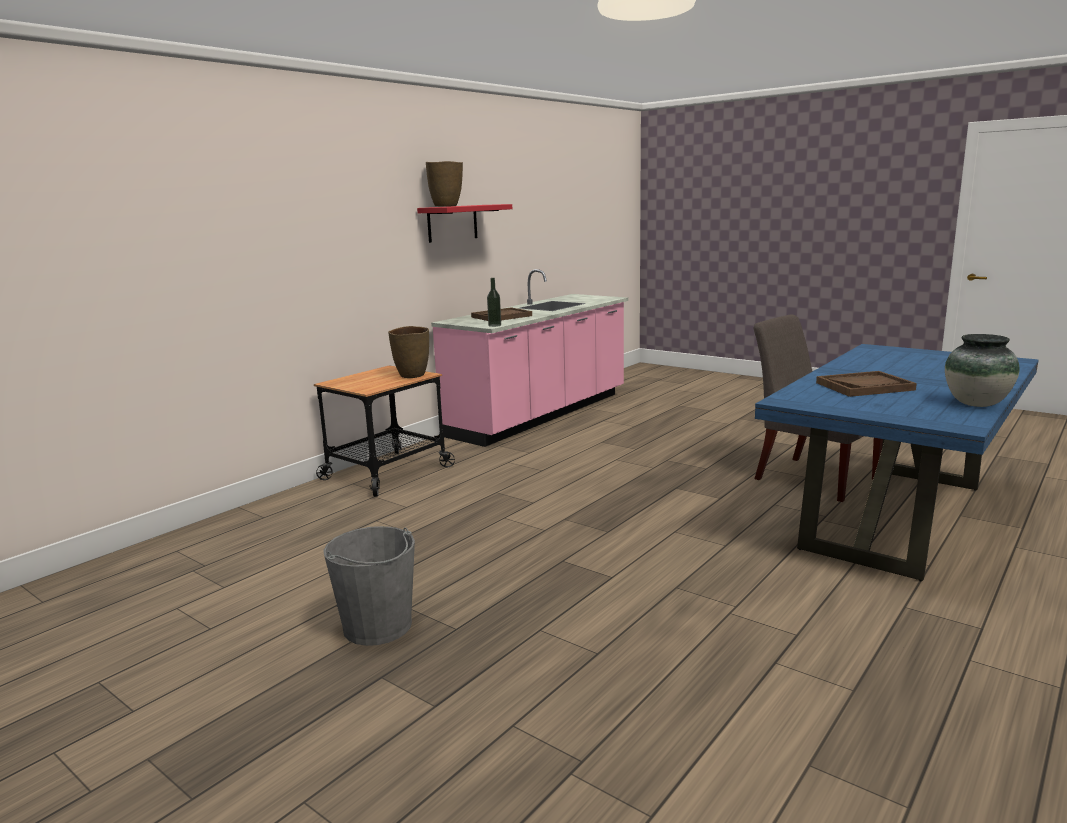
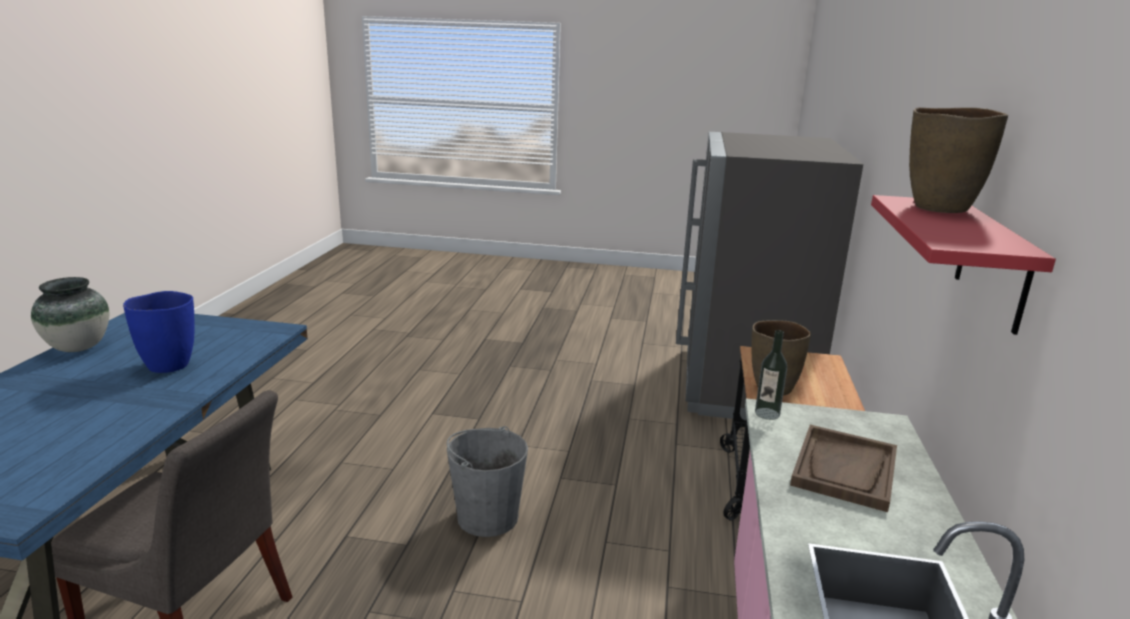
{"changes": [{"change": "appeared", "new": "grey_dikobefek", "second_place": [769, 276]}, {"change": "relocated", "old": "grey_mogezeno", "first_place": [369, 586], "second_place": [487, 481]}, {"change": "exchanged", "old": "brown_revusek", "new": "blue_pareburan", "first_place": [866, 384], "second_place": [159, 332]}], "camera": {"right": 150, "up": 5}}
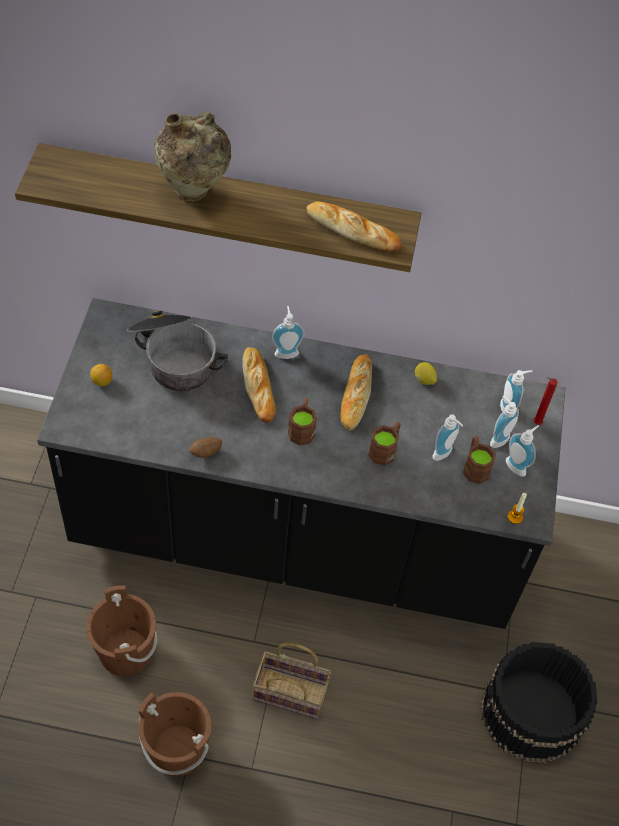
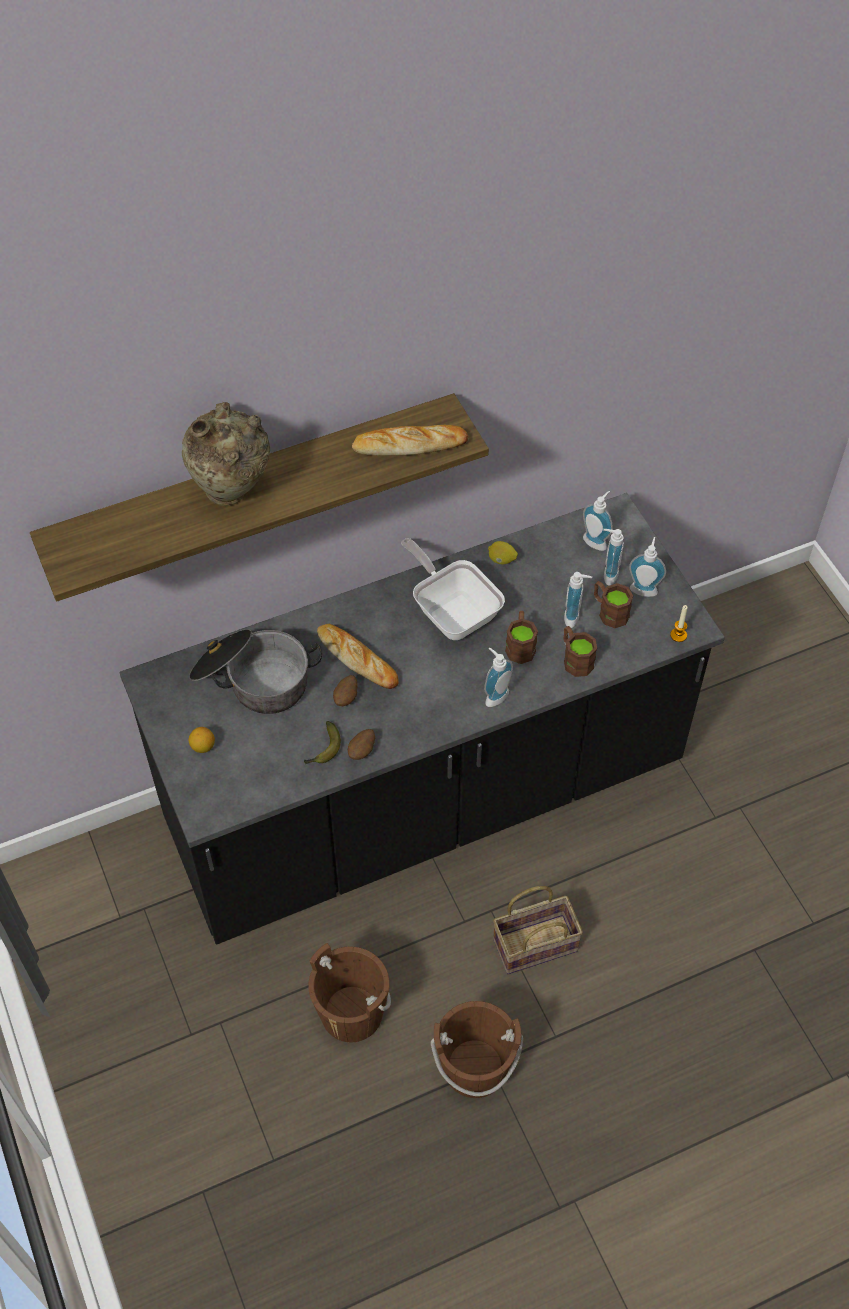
{"changes": [{"change": "missing", "old": "black_mogezeno", "first_place": [539, 702]}, {"change": "missing", "old": "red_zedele", "first_place": [545, 401]}, {"change": "appeared", "new": "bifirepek", "second_place": [322, 742]}, {"change": "appeared", "new": "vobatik", "second_place": [345, 690]}, {"change": "relocated", "old": "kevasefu", "first_place": [288, 332], "second_place": [498, 677]}, {"change": "relocated", "old": "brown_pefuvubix", "first_place": [302, 421], "second_place": [580, 651]}, {"change": "exchanged", "old": "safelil", "new": "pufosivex", "first_place": [356, 392], "second_place": [453, 589]}], "camera": {"right": -30, "up": 0}}
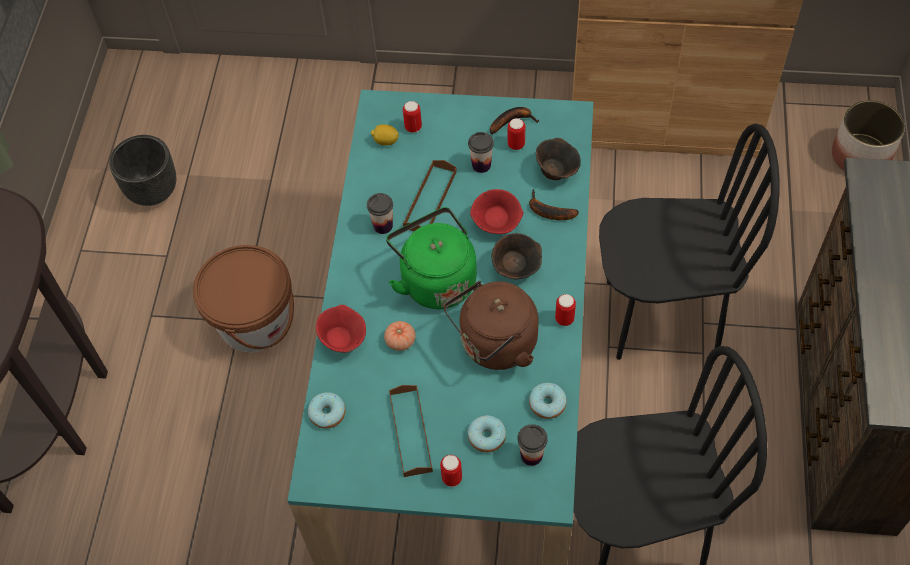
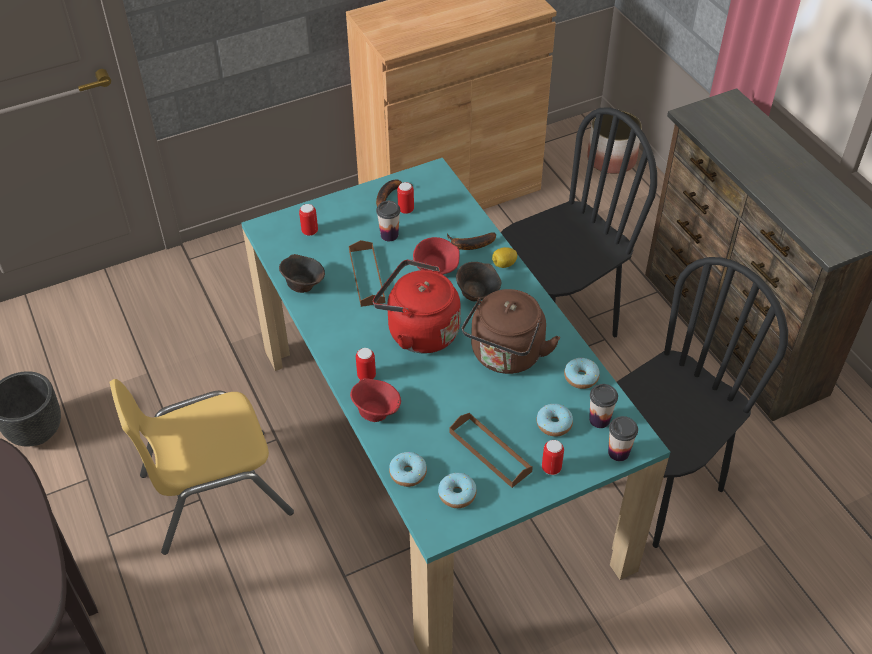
{"changes": [{"change": "missing", "old": "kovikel", "first_place": [400, 336]}, {"change": "appeared", "new": "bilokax", "second_place": [457, 490]}, {"change": "relocated", "old": "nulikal", "first_place": [380, 213], "second_place": [623, 438]}, {"change": "relocated", "old": "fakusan", "first_place": [385, 135], "second_place": [504, 257]}, {"change": "relocated", "old": "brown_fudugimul", "first_place": [558, 159], "second_place": [302, 273]}, {"change": "relocated", "old": "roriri", "first_place": [565, 310], "second_place": [366, 364]}, {"change": "exchanged", "old": "brown_mogezeno", "new": "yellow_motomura", "first_place": [243, 298], "second_place": [202, 467]}, {"change": "colour", "old": "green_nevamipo", "new": "red_nevamipo", "first_place": [431, 258], "second_place": [417, 306]}], "camera": {"right": -35, "up": -10}}
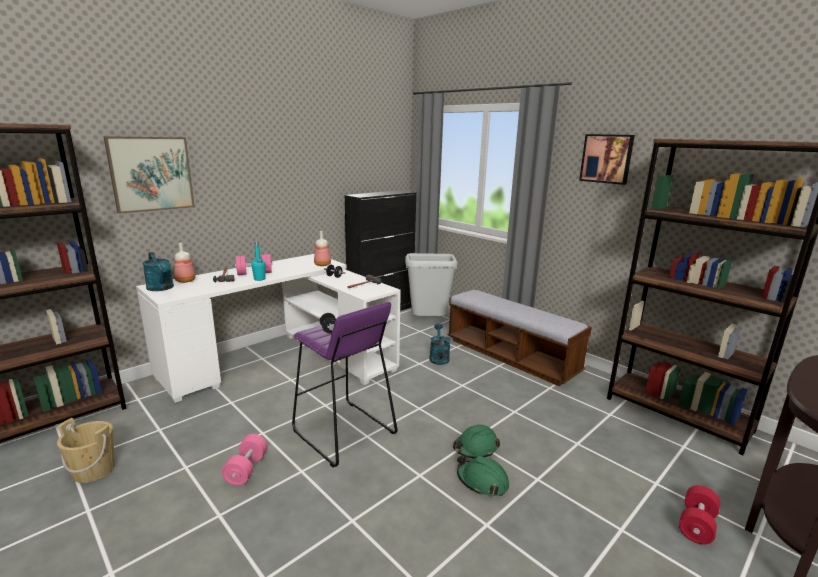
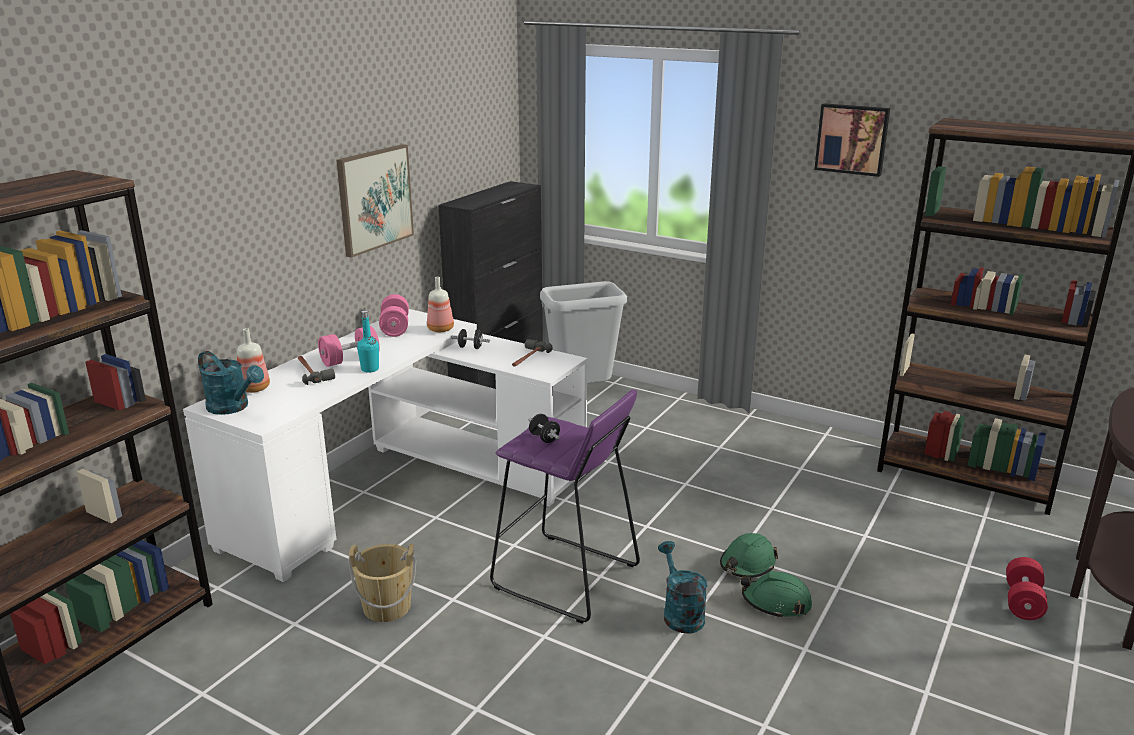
{"changes": [{"change": "missing", "old": "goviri", "first_place": [520, 338]}, {"change": "relocated", "old": "beige_mogezeno", "first_place": [86, 450], "second_place": [382, 583]}, {"change": "relocated", "old": "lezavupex", "first_place": [149, 175], "second_place": [375, 201]}, {"change": "relocated", "old": "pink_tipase", "first_place": [244, 460], "second_place": [394, 315]}, {"change": "relocated", "old": "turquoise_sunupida", "first_place": [439, 344], "second_place": [682, 587]}], "camera": {"right": -15, "up": 5}}
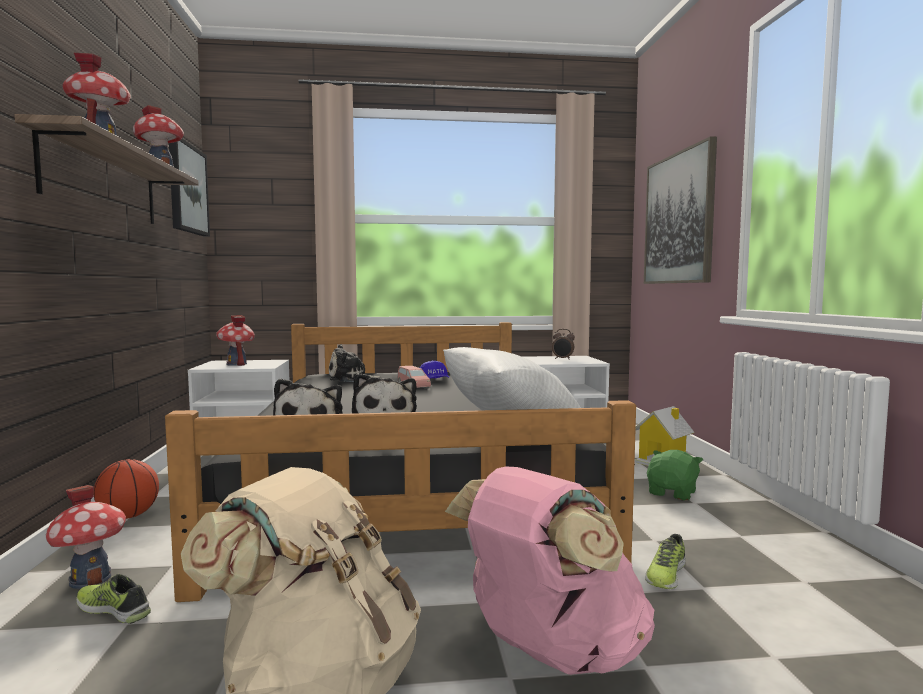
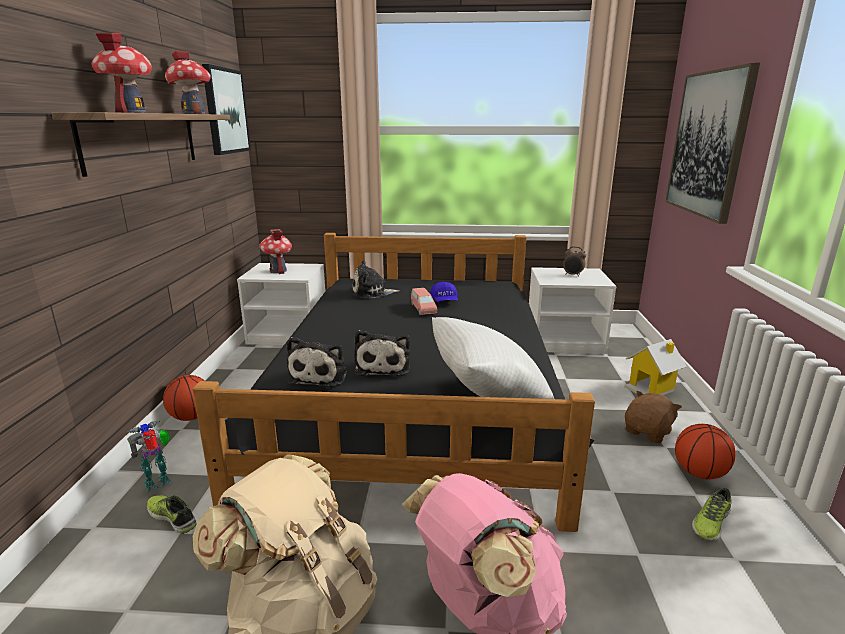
{"changes": [{"change": "appeared", "new": "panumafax", "second_place": [705, 451]}, {"change": "relocated", "old": "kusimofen", "first_place": [665, 561], "second_place": [711, 514]}, {"change": "exchanged", "old": "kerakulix", "new": "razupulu", "first_place": [86, 537], "second_place": [149, 456]}, {"change": "colour", "old": "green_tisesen", "new": "brown_tisesen", "first_place": [675, 475], "second_place": [653, 417]}], "camera": {"right": 10, "up": 15}}
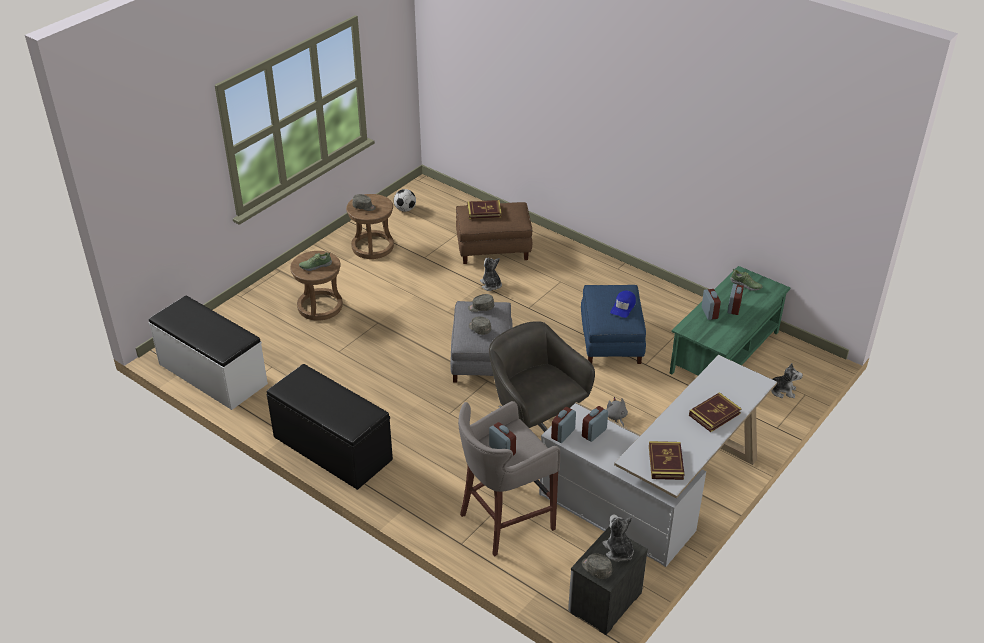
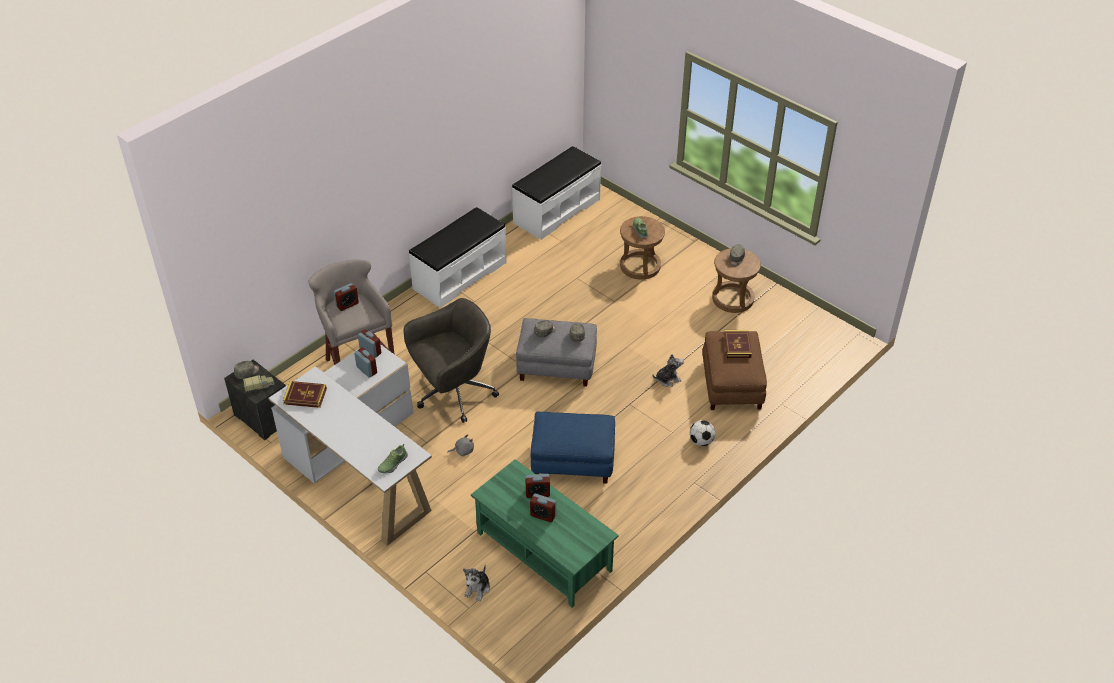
{"changes": [{"change": "missing", "old": "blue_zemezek", "first_place": [623, 304]}, {"change": "missing", "old": "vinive", "first_place": [715, 412]}, {"change": "relocated", "old": "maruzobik", "first_place": [405, 200], "second_place": [702, 433]}, {"change": "relocated", "old": "kusimofen", "first_place": [746, 280], "second_place": [393, 459]}, {"change": "exchanged", "old": "tisesen", "new": "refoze", "first_place": [618, 538], "second_place": [258, 384]}, {"change": "colour", "old": "black_goviri", "new": "white_goviri", "first_place": [329, 427], "second_place": [458, 257]}], "camera": {"right": 95, "up": 5}}
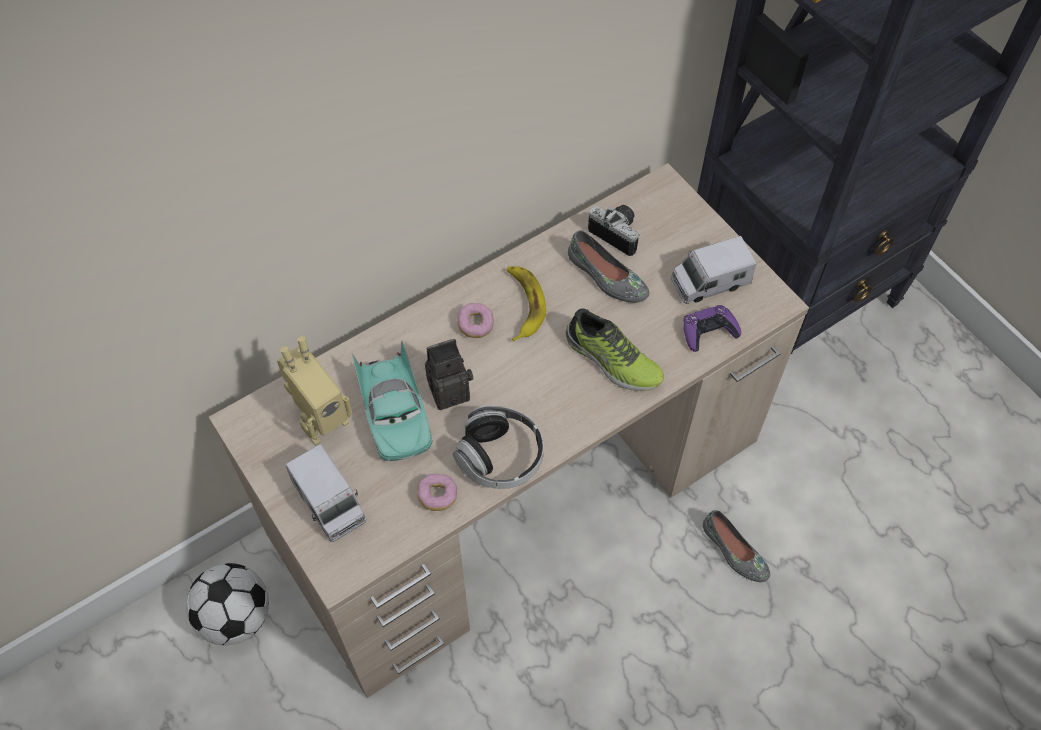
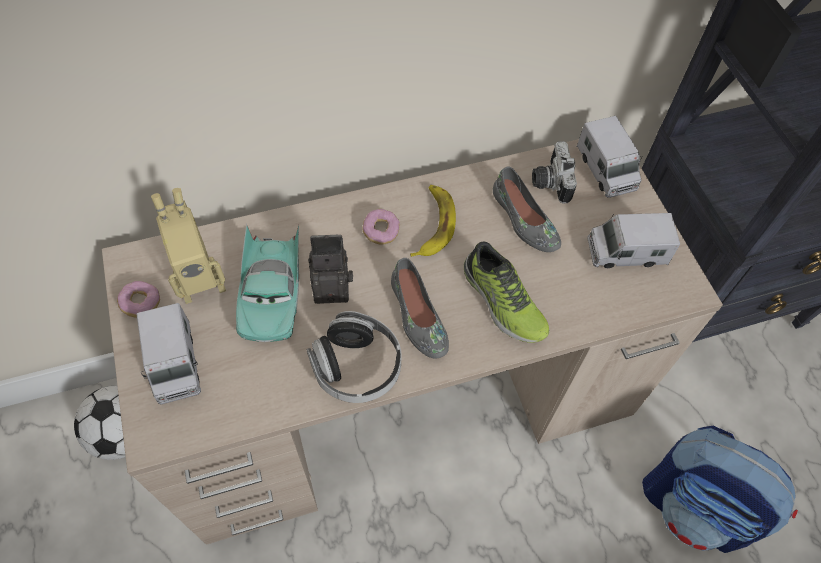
{"changes": [{"change": "missing", "old": "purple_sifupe", "first_place": [712, 328]}, {"change": "appeared", "new": "refoze", "second_place": [609, 157]}, {"change": "appeared", "new": "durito", "second_place": [720, 489]}, {"change": "relocated", "old": "bilokax", "first_place": [437, 492], "second_place": [138, 299]}, {"change": "relocated", "old": "grey_kusimofen", "first_place": [736, 546], "second_place": [420, 308]}, {"change": "spun", "old": "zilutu", "first_place": [614, 230], "second_place": [554, 172], "degrees": -150}], "camera": {"right": 15, "up": 0}}
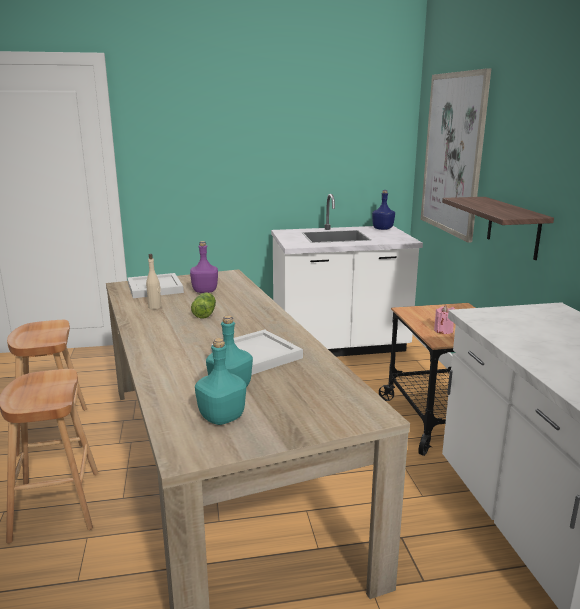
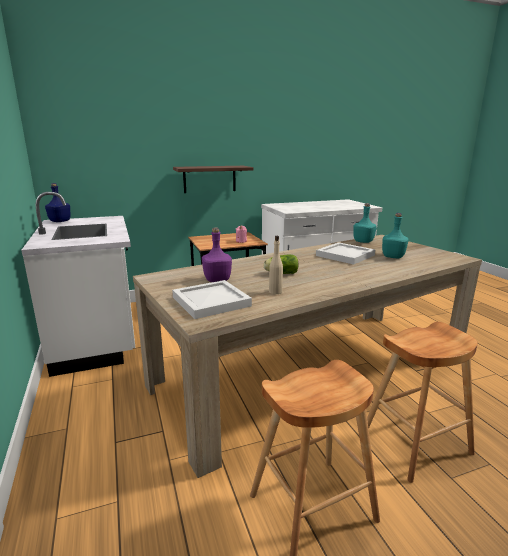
{"changes": [{"change": "missing", "old": "lezavupex", "first_place": [456, 155]}, {"change": "relocated", "old": "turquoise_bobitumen", "first_place": [220, 381], "second_place": [365, 223]}], "camera": {"right": -100, "up": 0}}
